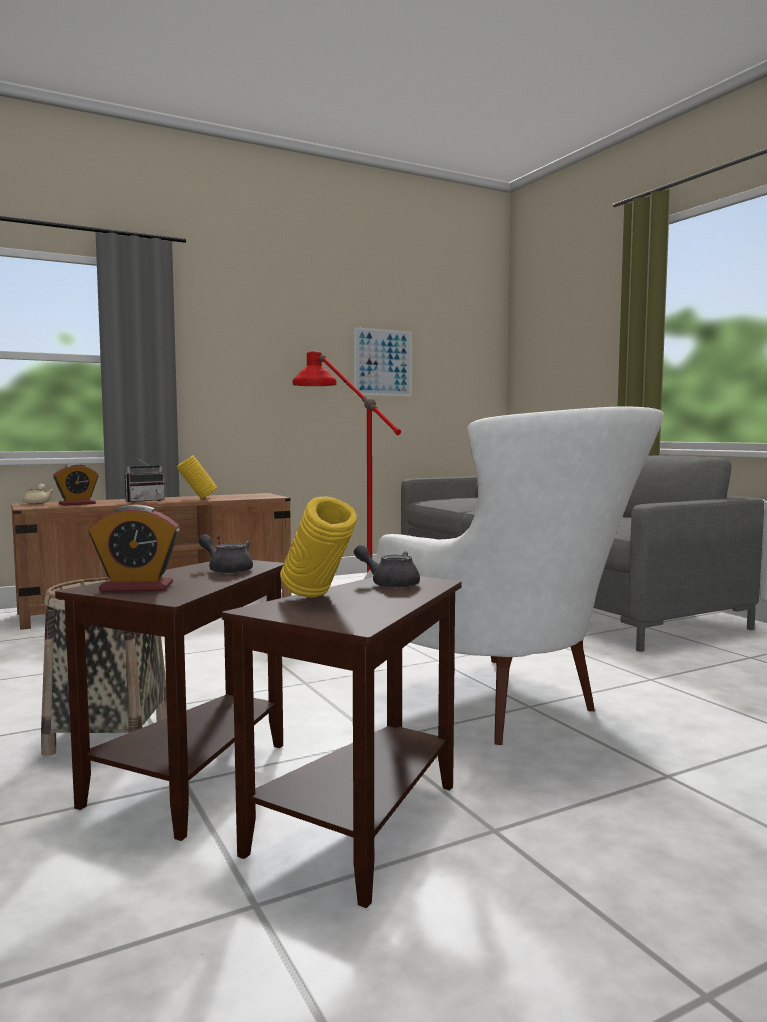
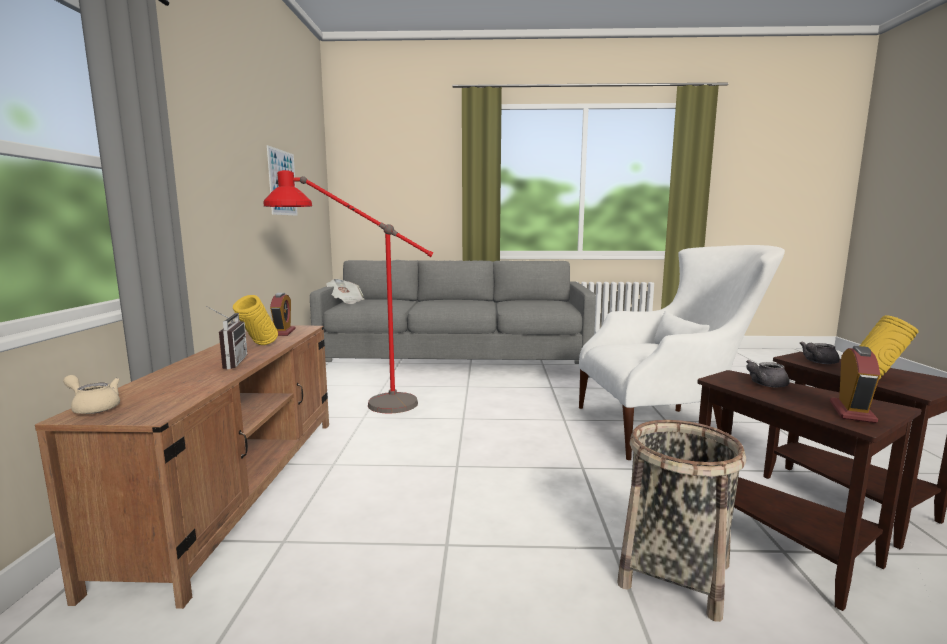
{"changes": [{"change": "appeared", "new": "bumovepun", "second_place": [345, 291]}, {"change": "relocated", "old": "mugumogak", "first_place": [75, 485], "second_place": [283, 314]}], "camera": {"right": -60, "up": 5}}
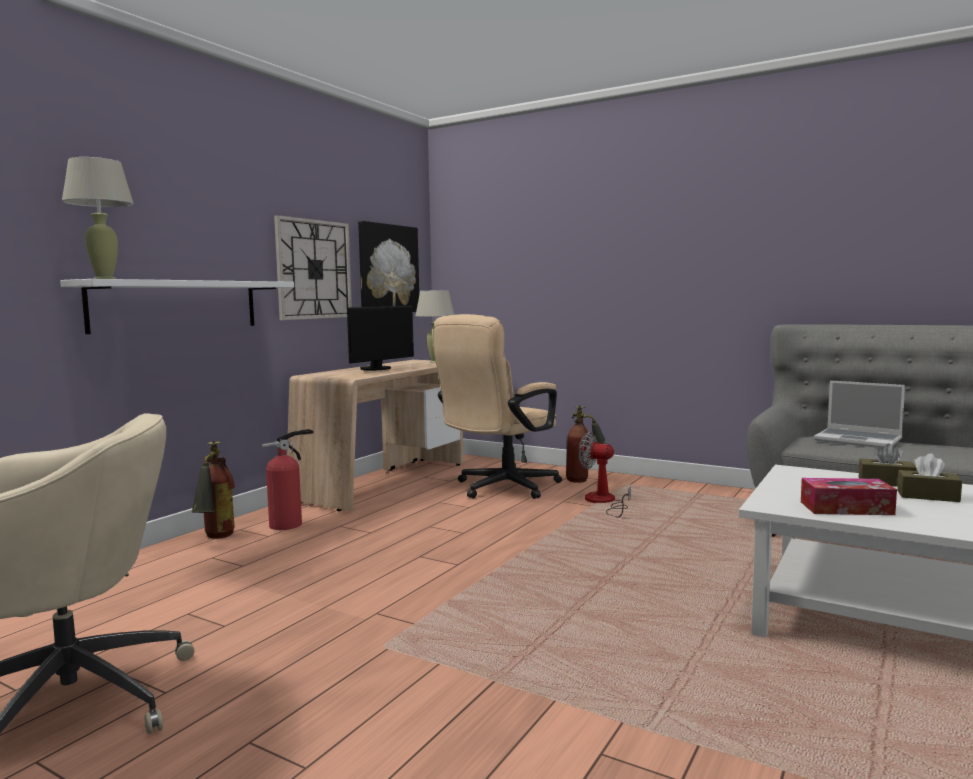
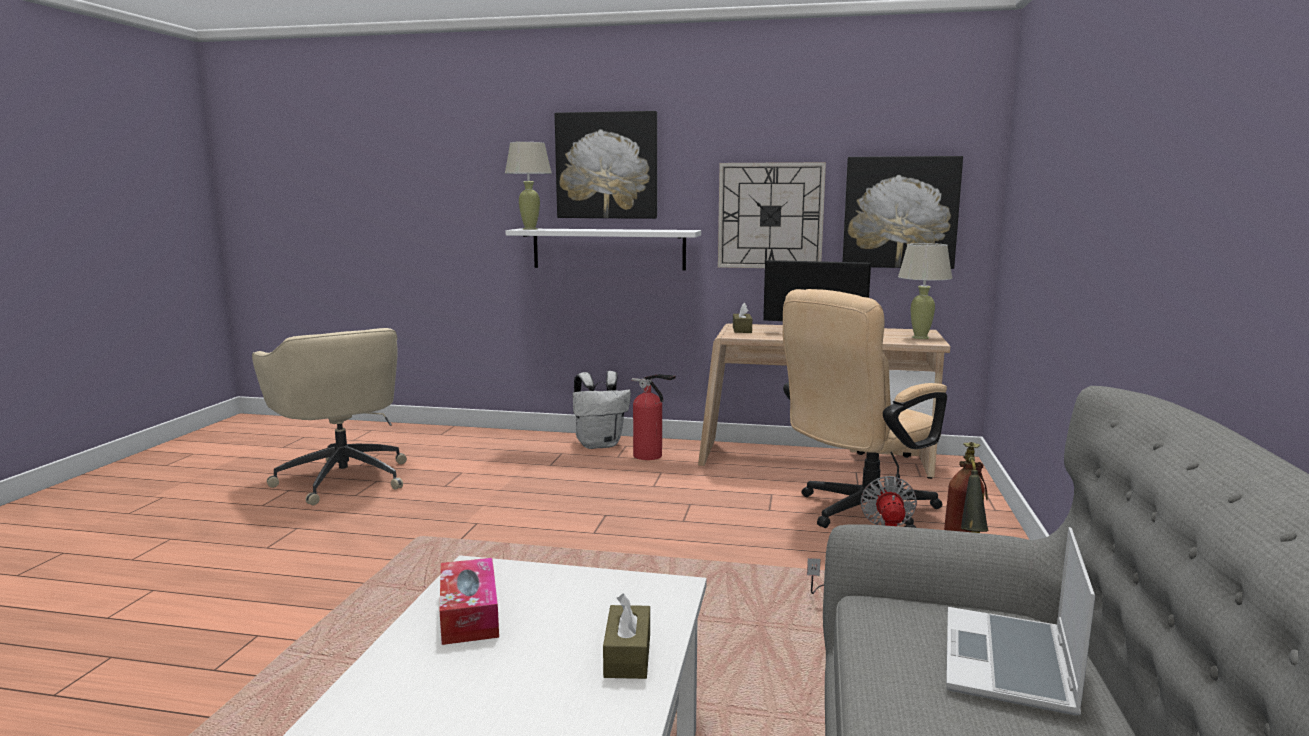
{"changes": [{"change": "appeared", "new": "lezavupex", "second_place": [606, 165]}, {"change": "relocated", "old": "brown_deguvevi", "first_place": [929, 477], "second_place": [742, 318]}, {"change": "exchanged", "old": "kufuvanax", "new": "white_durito", "first_place": [213, 490], "second_place": [602, 410]}, {"change": "spun", "old": "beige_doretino", "first_place": [497, 406], "second_place": [865, 408], "degrees": -60}], "camera": {"right": 70, "up": 5}}
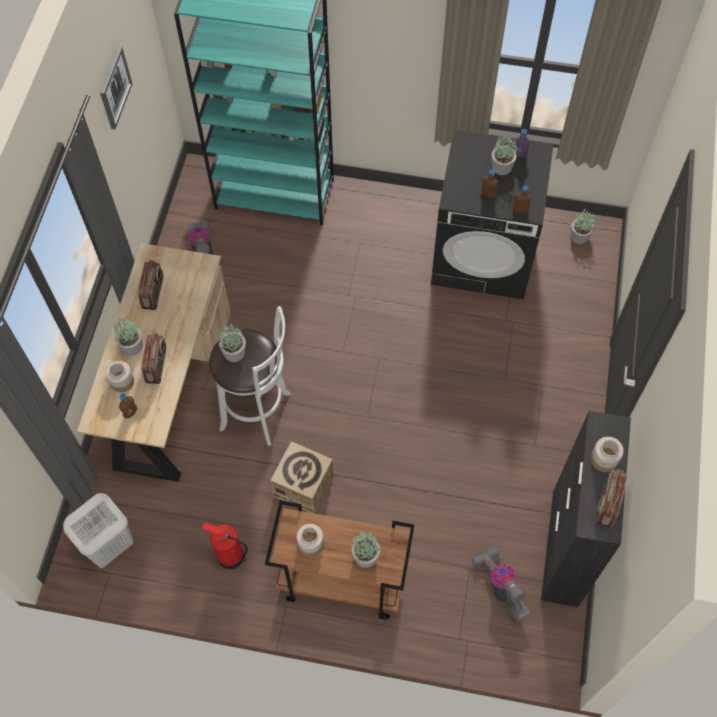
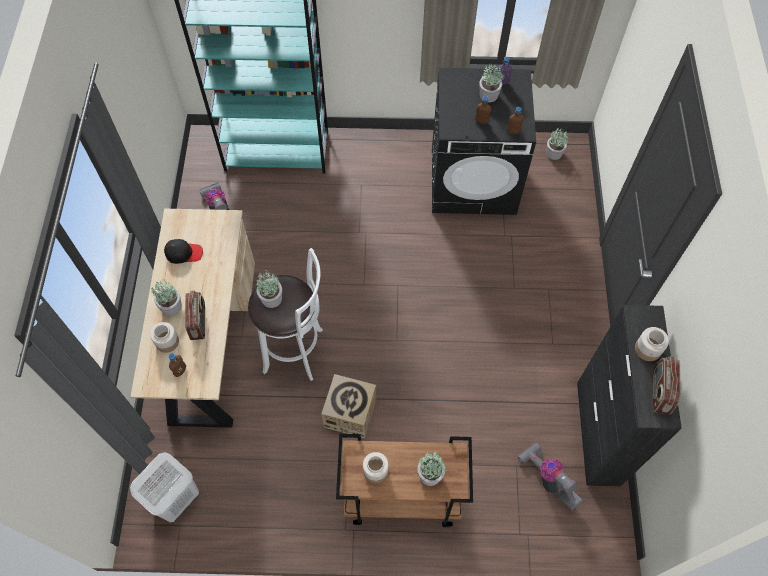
{"changes": [{"change": "missing", "old": "lezavupex", "first_place": [116, 87]}, {"change": "missing", "old": "kufuvanax", "first_place": [224, 545]}, {"change": "exchanged", "old": "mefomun", "new": "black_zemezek", "first_place": [150, 285], "second_place": [183, 251]}], "camera": {"right": -10, "up": 0}}
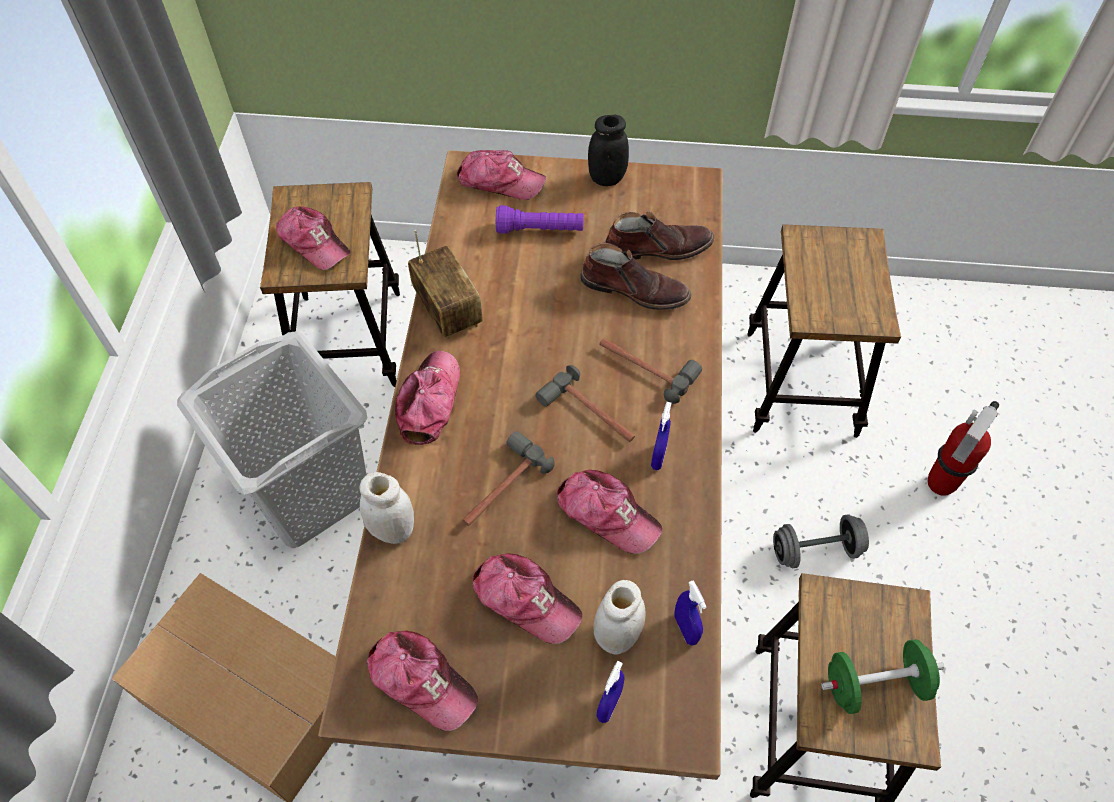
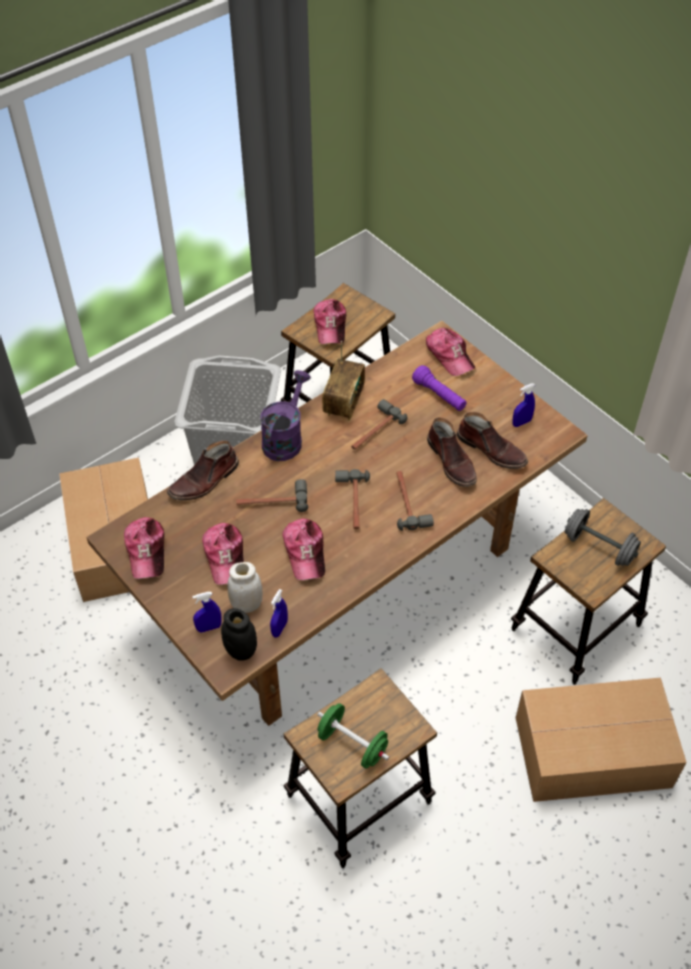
{"changes": [{"change": "appeared", "new": "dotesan", "second_place": [379, 424]}, {"change": "relocated", "old": "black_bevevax", "first_place": [608, 150], "second_place": [239, 634]}, {"change": "relocated", "old": "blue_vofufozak", "first_place": [661, 436], "second_place": [523, 405]}, {"change": "relocated", "old": "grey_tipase", "first_place": [821, 541], "second_place": [603, 537]}, {"change": "exchanged", "old": "white_bevevax", "new": "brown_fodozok", "first_place": [386, 508], "second_place": [203, 470]}, {"change": "exchanged", "old": "zemezek", "new": "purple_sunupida", "first_place": [427, 398], "second_place": [285, 415]}, {"change": "exchanged", "old": "kufuvanax", "new": "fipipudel", "first_place": [963, 448], "second_place": [601, 739]}], "camera": {"right": 45, "up": -5}}
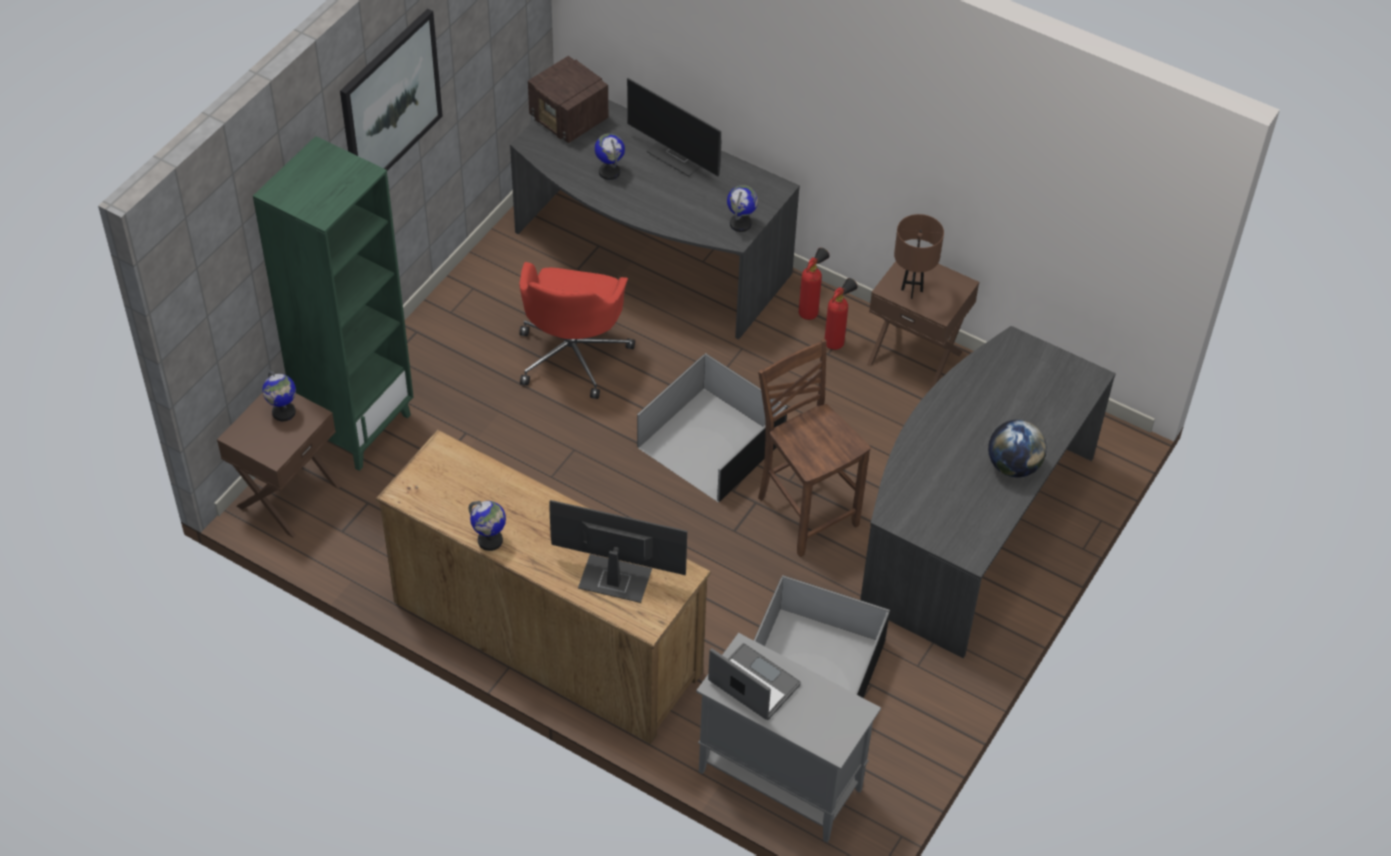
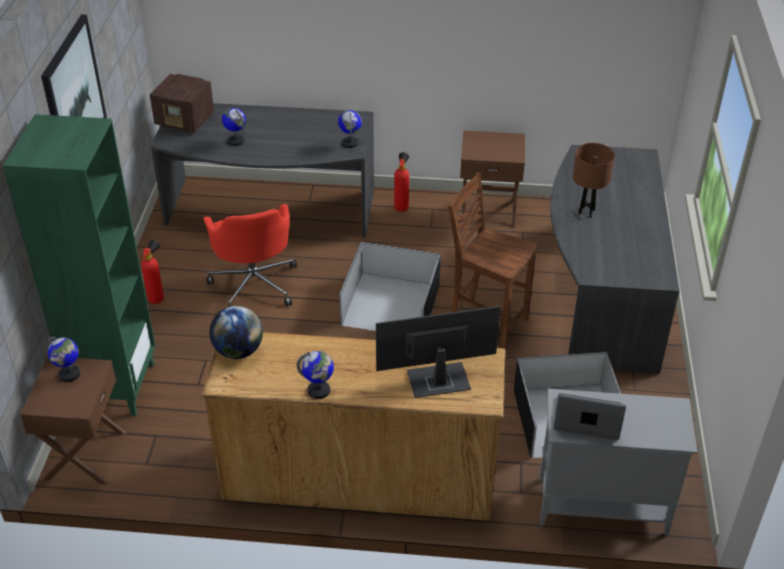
{"changes": [{"change": "missing", "old": "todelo", "first_place": [674, 127]}, {"change": "relocated", "old": "kufuvanax", "first_place": [841, 314], "second_place": [152, 272]}, {"change": "relocated", "old": "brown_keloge", "first_place": [919, 256], "second_place": [594, 180]}, {"change": "relocated", "old": "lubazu", "first_place": [1017, 448], "second_place": [236, 332]}], "camera": {"right": -25, "up": -10}}
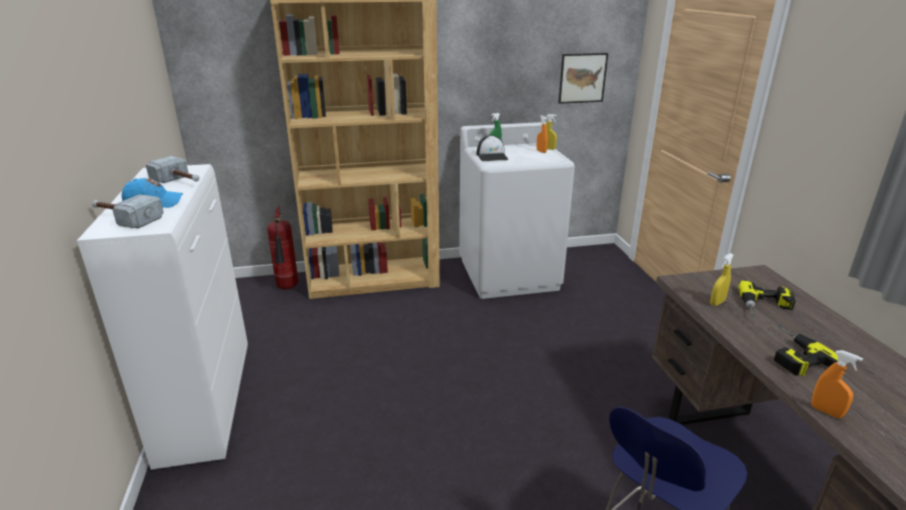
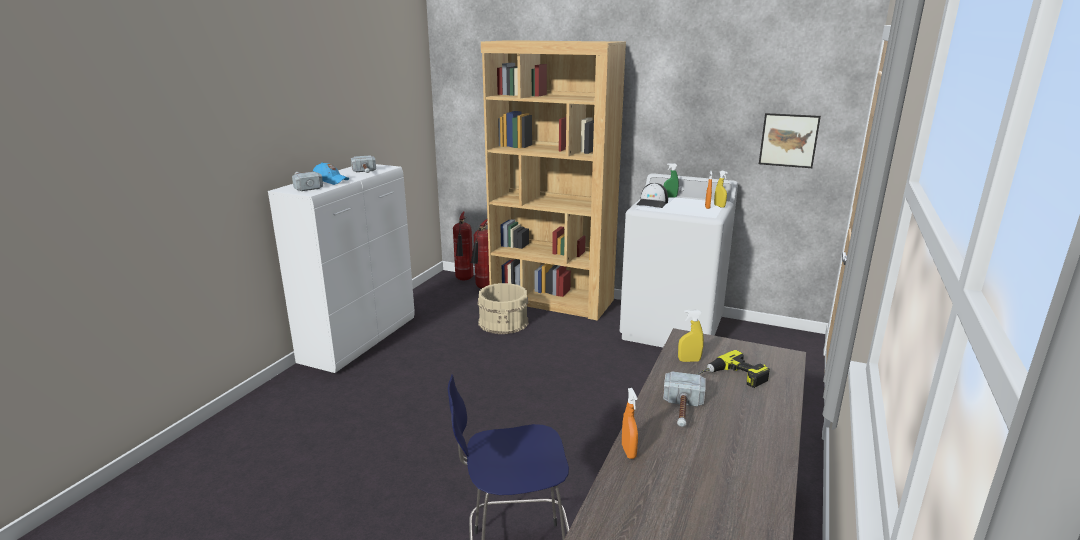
{"changes": [{"change": "appeared", "new": "kufuvanax", "second_place": [463, 246]}, {"change": "appeared", "new": "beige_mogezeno", "second_place": [503, 308]}, {"change": "exchanged", "old": "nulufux", "new": "dotesan", "first_place": [806, 350], "second_place": [684, 399]}], "camera": {"right": 35, "up": -5}}
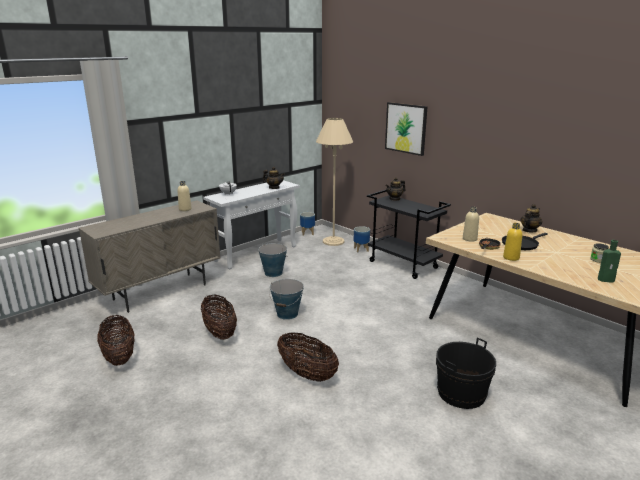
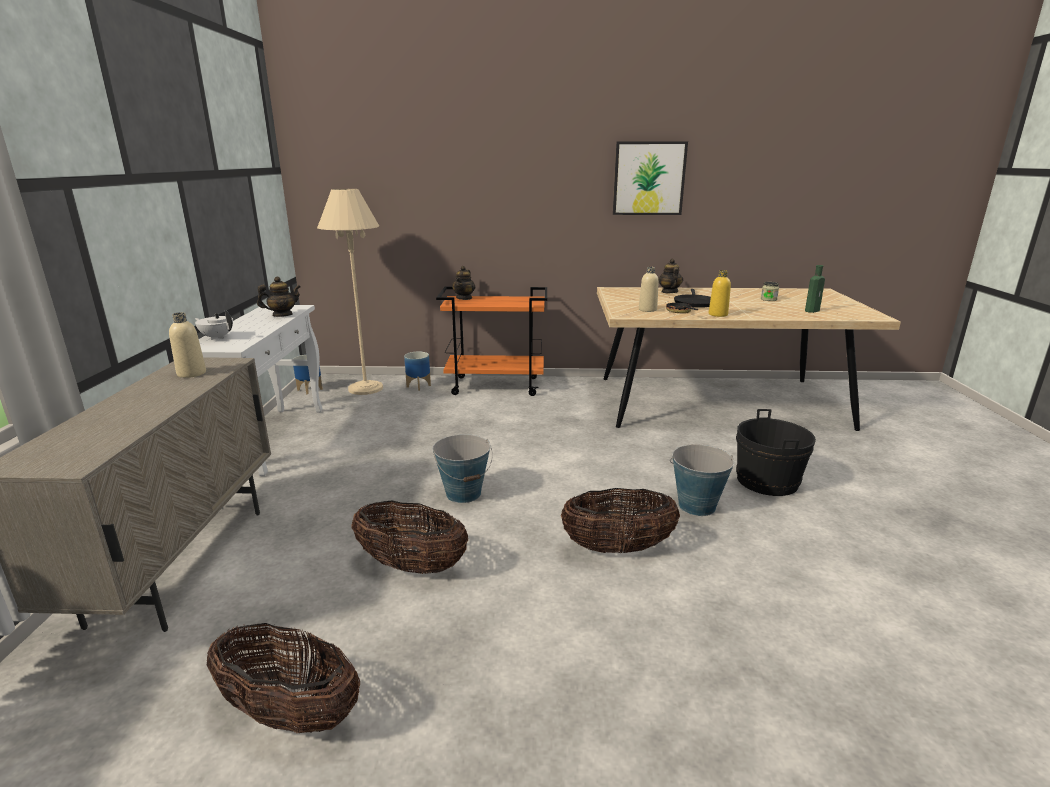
{"changes": [{"change": "relocated", "old": "mogezeno", "first_place": [273, 260], "second_place": [702, 480]}, {"change": "relocated", "old": "lezavupex", "first_place": [406, 129], "second_place": [650, 178]}, {"change": "colour", "old": "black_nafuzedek", "new": "orange_nafuzedek", "first_place": [409, 234], "second_place": [491, 341]}], "camera": {"right": -45, "up": 0}}
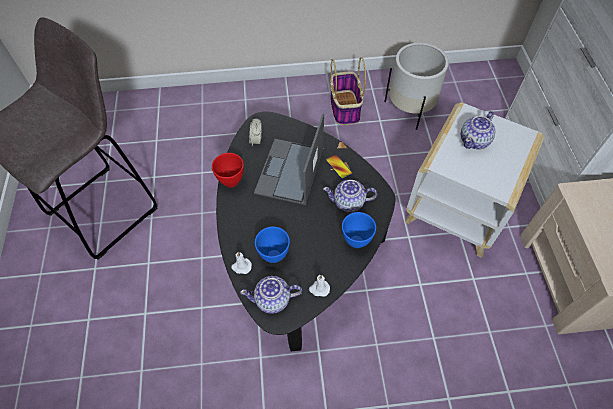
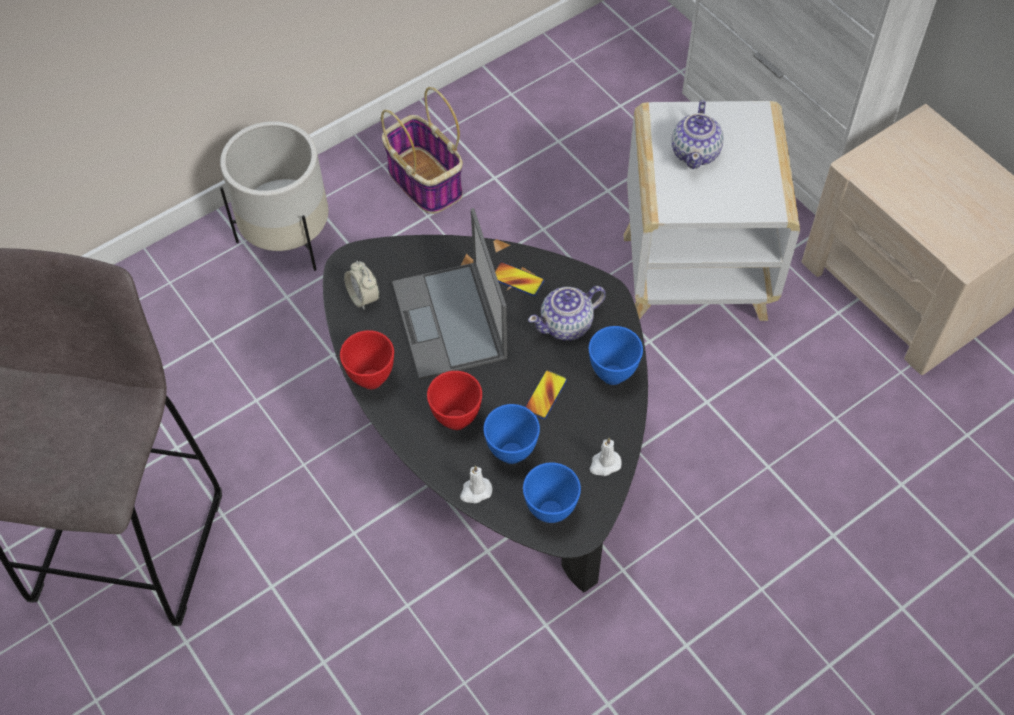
{"changes": [{"change": "appeared", "new": "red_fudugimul", "second_place": [454, 400]}, {"change": "appeared", "new": "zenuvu", "second_place": [546, 394]}, {"change": "relocated", "old": "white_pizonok", "first_place": [416, 86], "second_place": [274, 196]}, {"change": "exchanged", "old": "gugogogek", "new": "blue_fudugimul", "first_place": [271, 295], "second_place": [552, 492]}], "camera": {"right": -30, "up": 0}}
